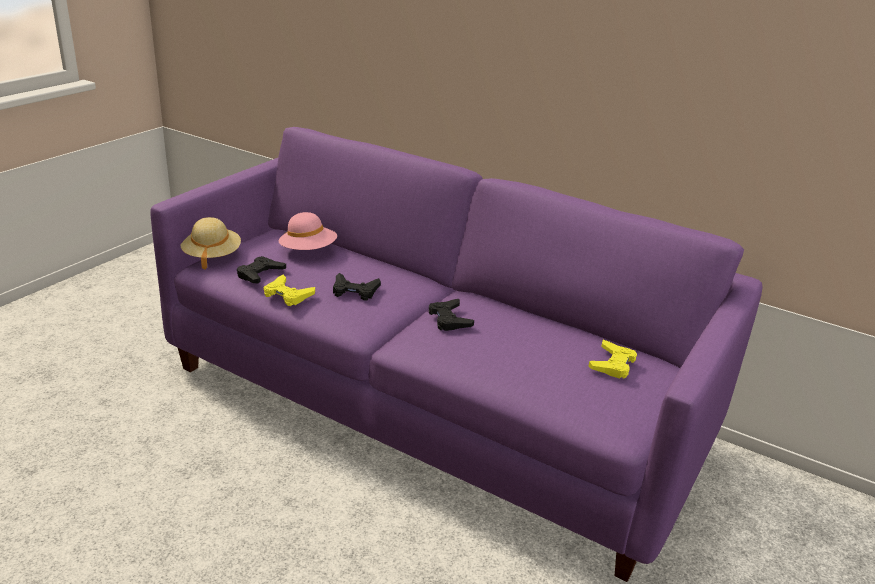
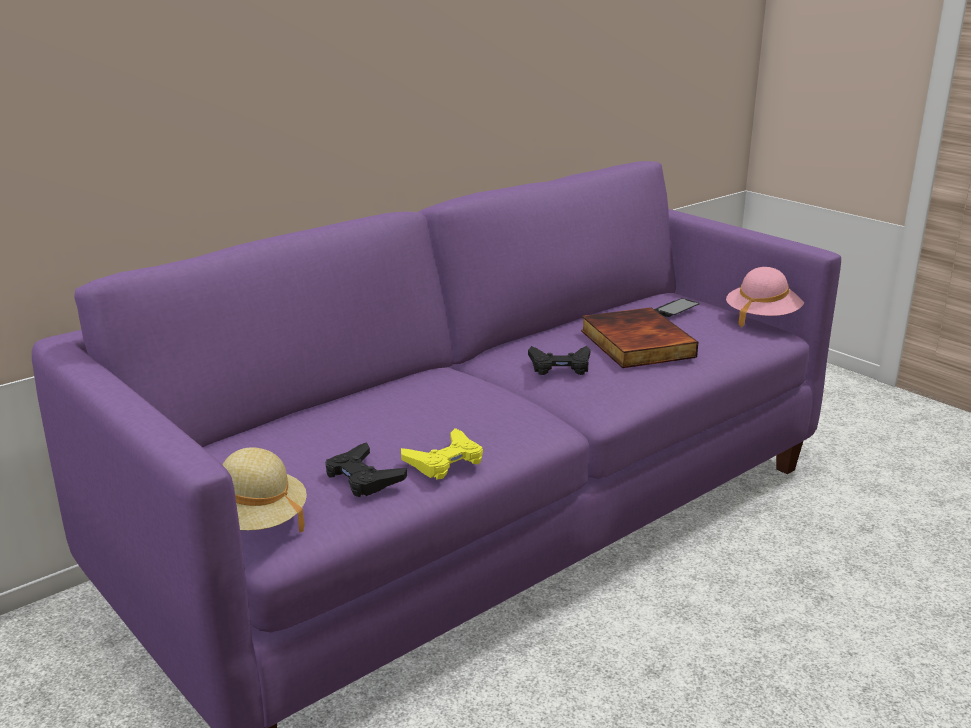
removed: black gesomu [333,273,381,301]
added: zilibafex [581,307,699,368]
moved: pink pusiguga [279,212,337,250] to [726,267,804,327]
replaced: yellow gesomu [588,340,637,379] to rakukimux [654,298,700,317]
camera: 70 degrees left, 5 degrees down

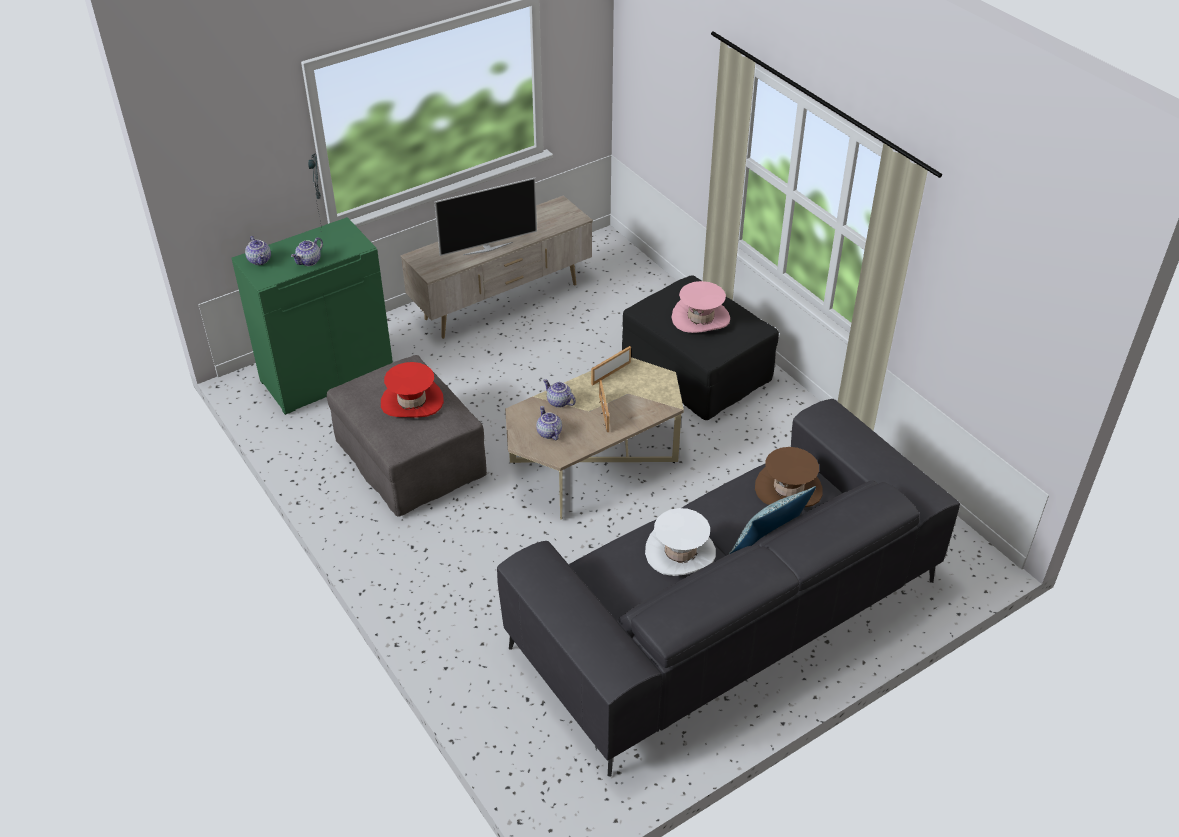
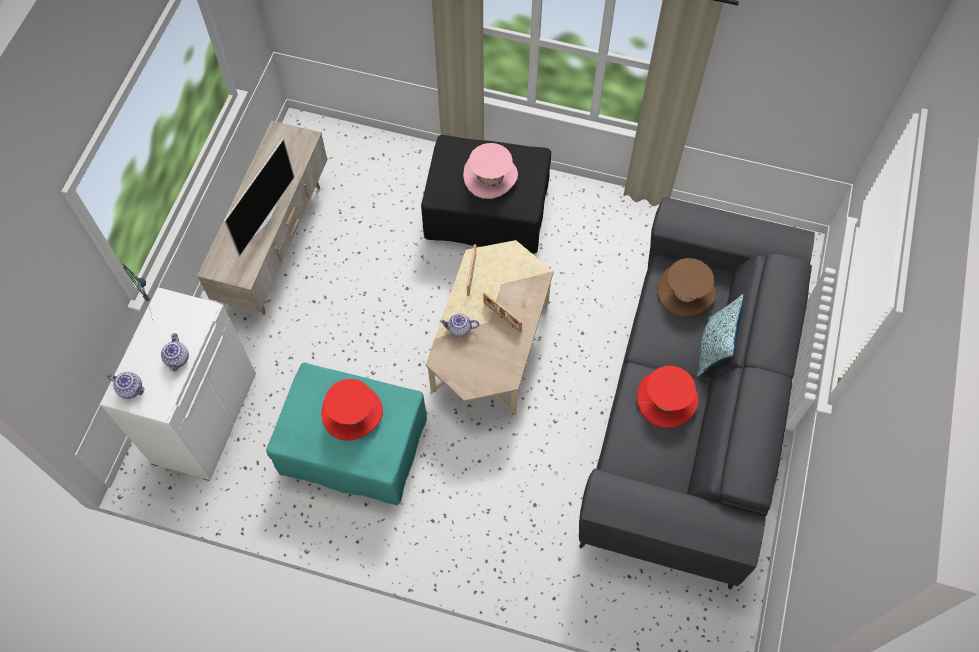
removed: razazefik [536,406,562,440]
recoloured: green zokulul [231,217,393,415] to white zokulul [100,287,256,481]; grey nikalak [327,355,487,517] to turquoise nikalak [266,363,427,505]; white pusiguga [645,508,716,576] to red pusiguga [637,366,699,428]
camera: 40 degrees left, 20 degrees up

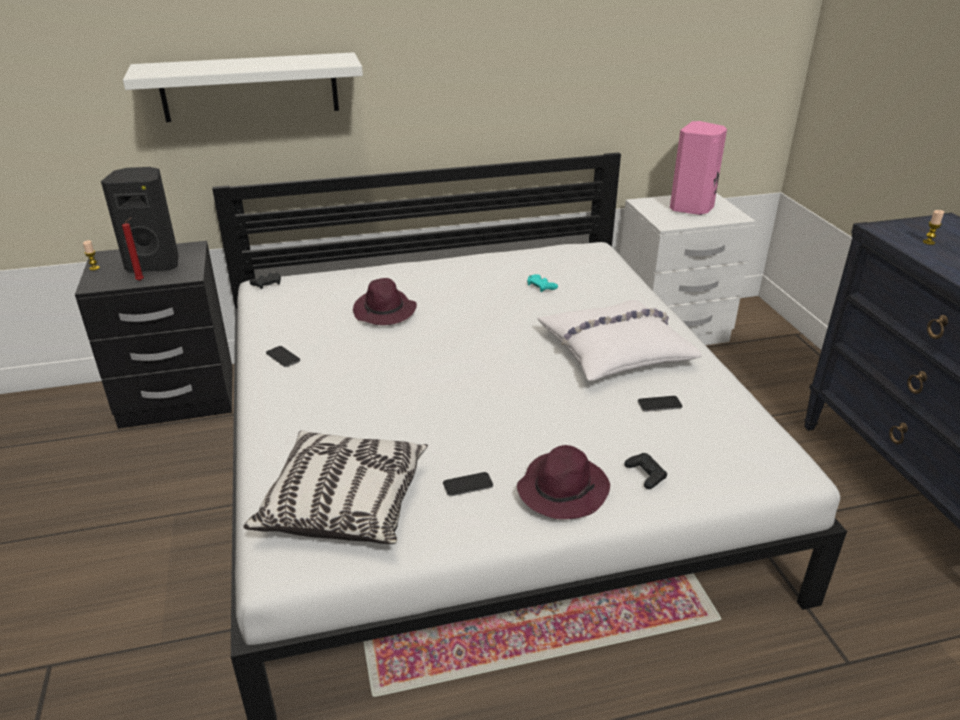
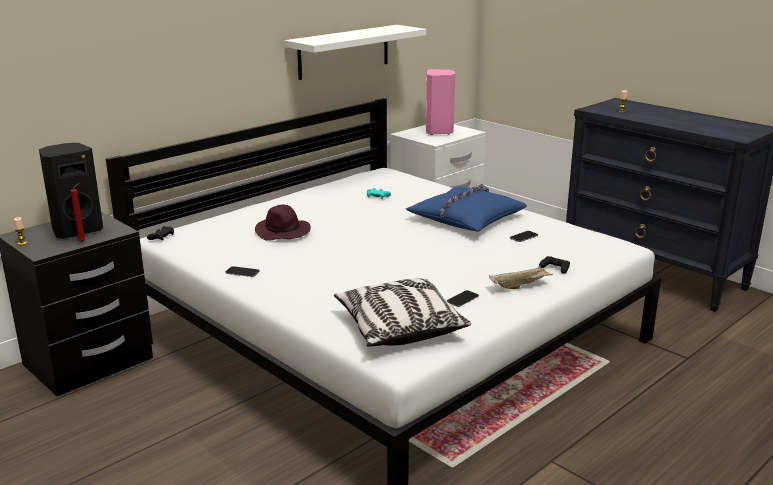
moved: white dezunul [123,52,363,122] to [285,25,426,80]
replaced: purple pusiguga [517,445,610,519] to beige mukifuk [489,266,553,289]
recoloured: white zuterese [538,300,702,381] to blue zuterese [406,184,527,232]
camera: 30 degrees left, 10 degrees down

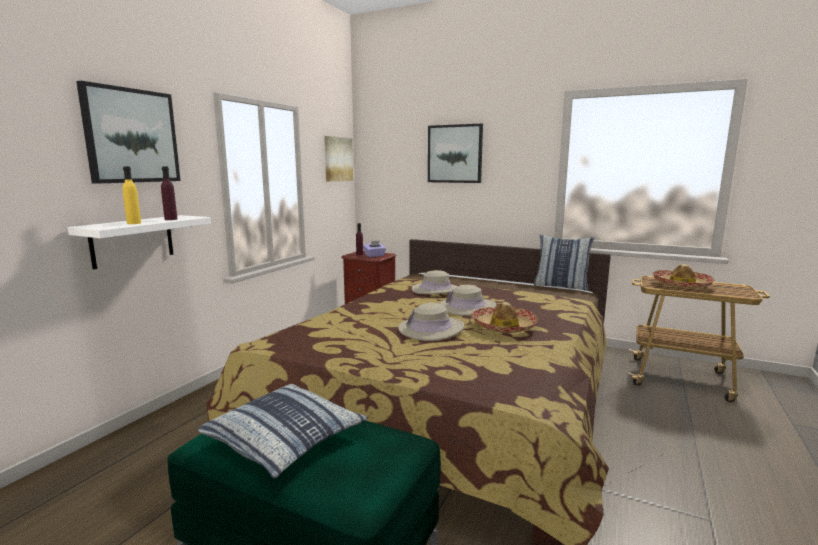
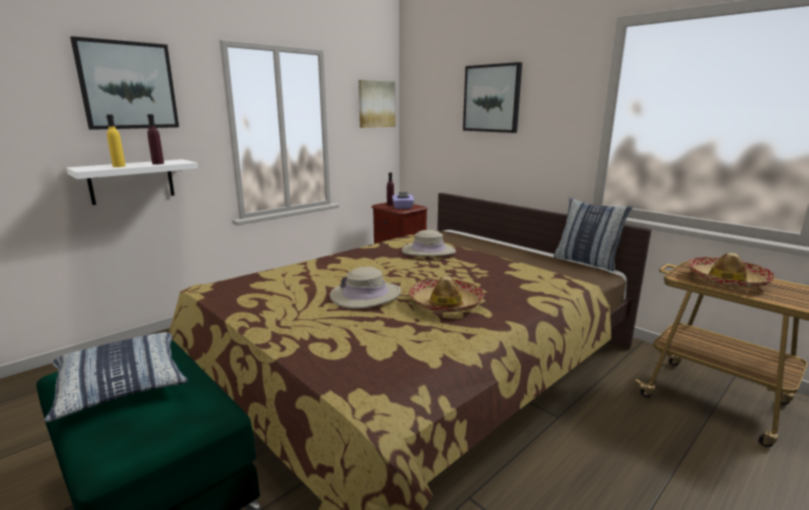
removed: beige pusiguga [439,285,496,316]
camera: 20 degrees right, 5 degrees up

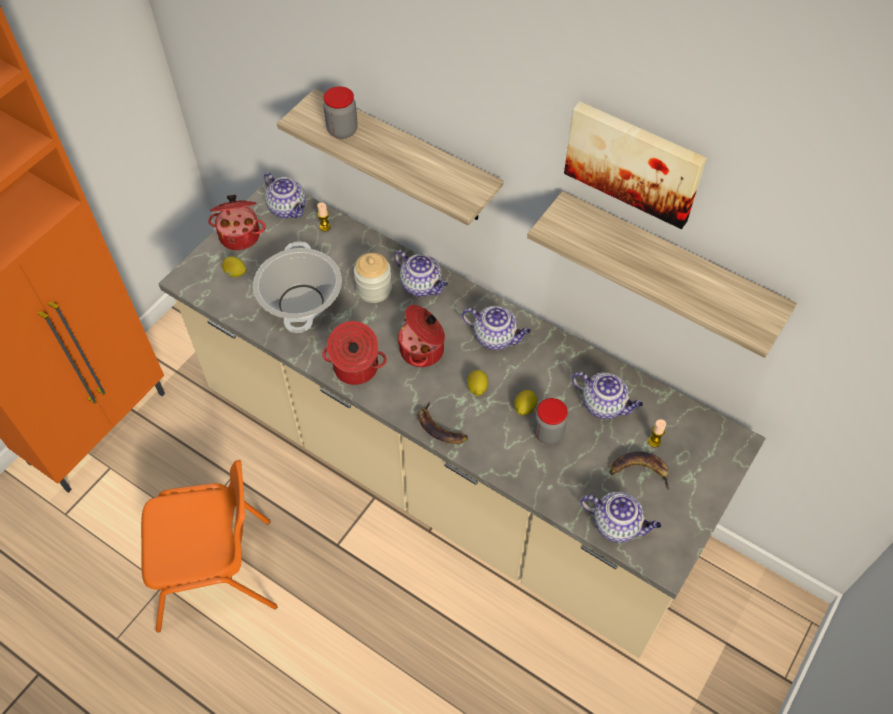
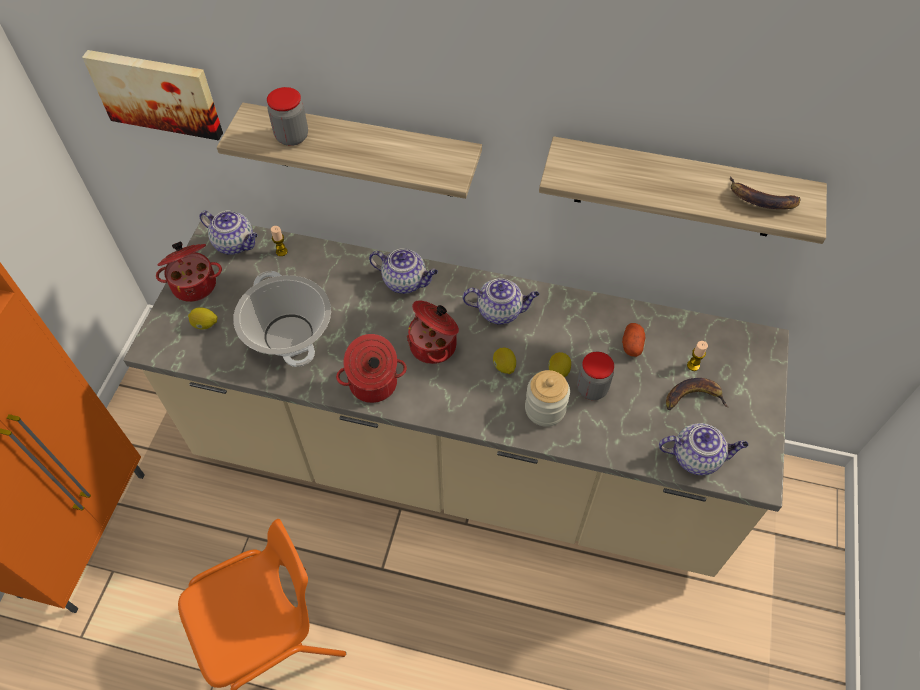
moved: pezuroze [354,253,392,303] to [525,370,570,427]; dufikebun [418,401,468,444] to [730,176,801,209]; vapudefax [564,101,707,229] to [82,50,223,140]
replaced: razazefik [572,372,643,419] to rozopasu [622,323,645,357]
camera: 20 degrees left, 0 degrees up

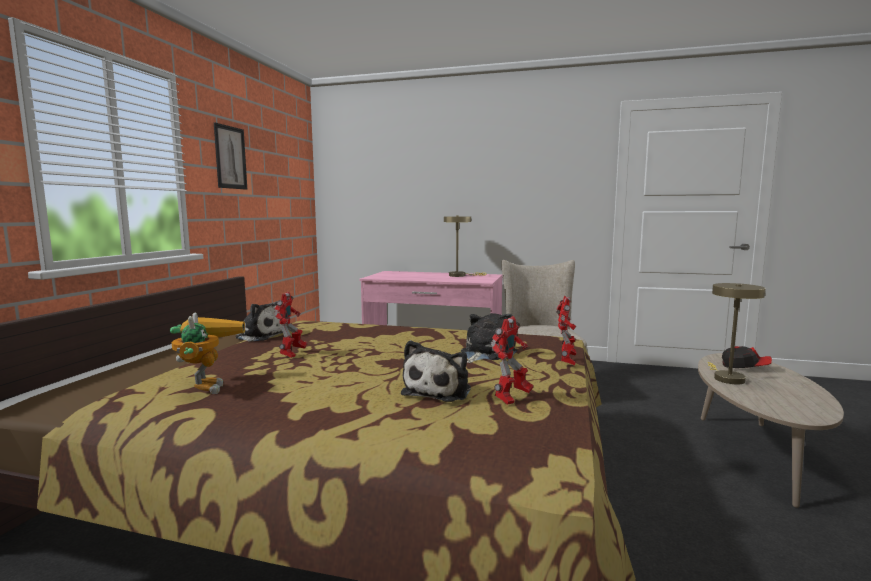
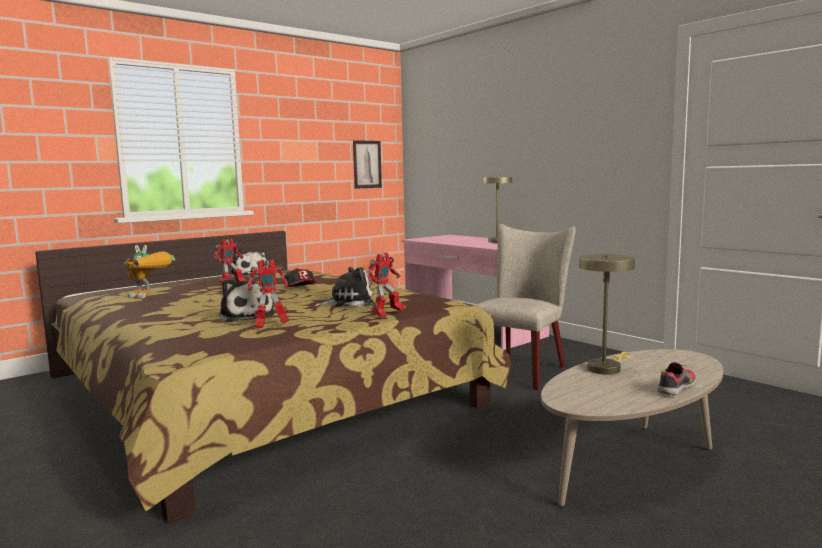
added: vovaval [657,362,696,396]
moved: vapudefax [214,122,247,190] to [353,140,382,189]; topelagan [722,346,772,368] to [283,268,317,287]
turned: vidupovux [170,312,245,394] = [124,245,175,298] 90 degrees clockwise; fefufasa [401,340,471,402] = [219,279,275,322] 90 degrees counterclockwise
camera: 35 degrees right, 0 degrees up

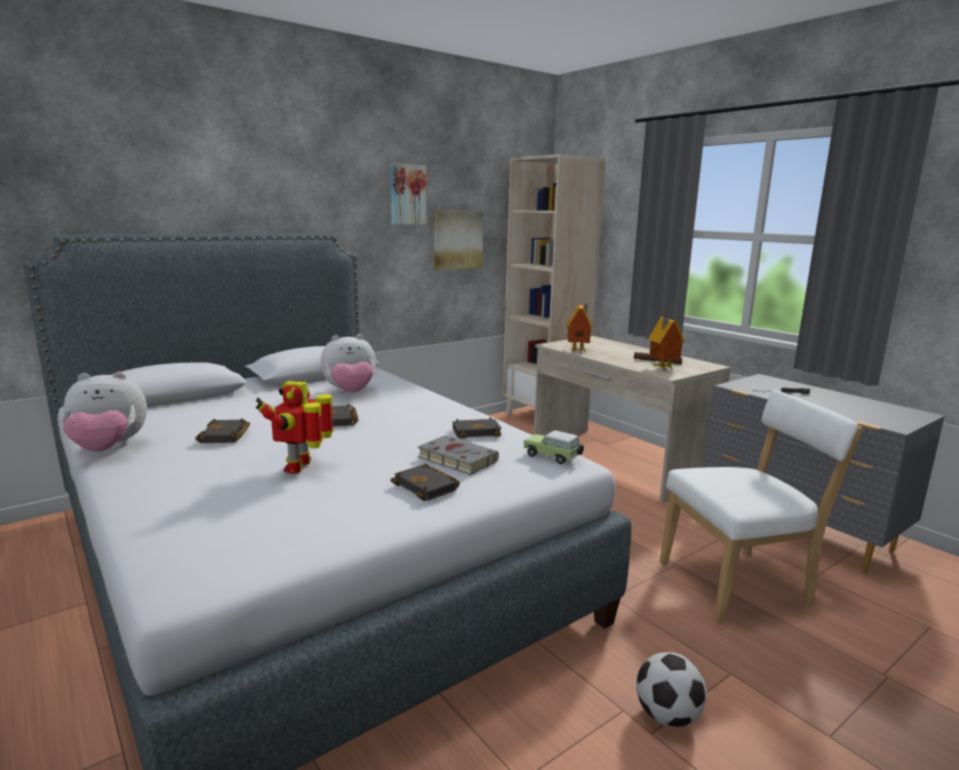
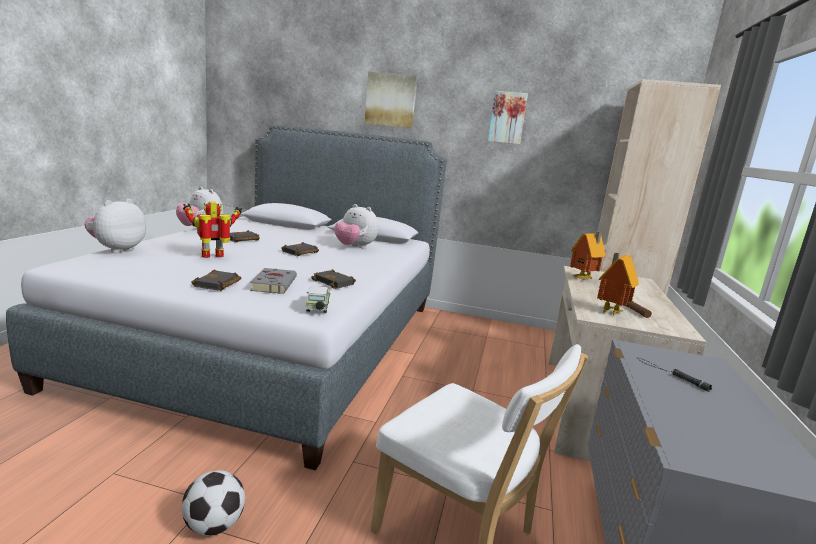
added: fefufasa [84,199,146,253]
moved: vapudefax [434,210,484,270] to [365,71,417,128]
camera: 50 degrees right, 0 degrees up

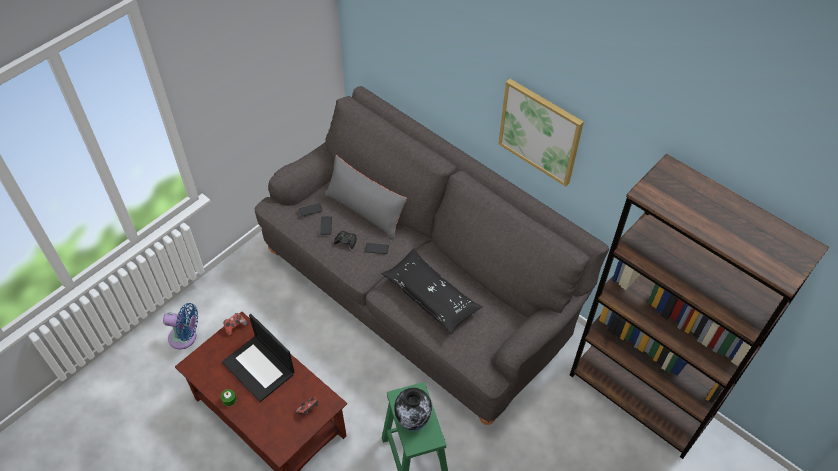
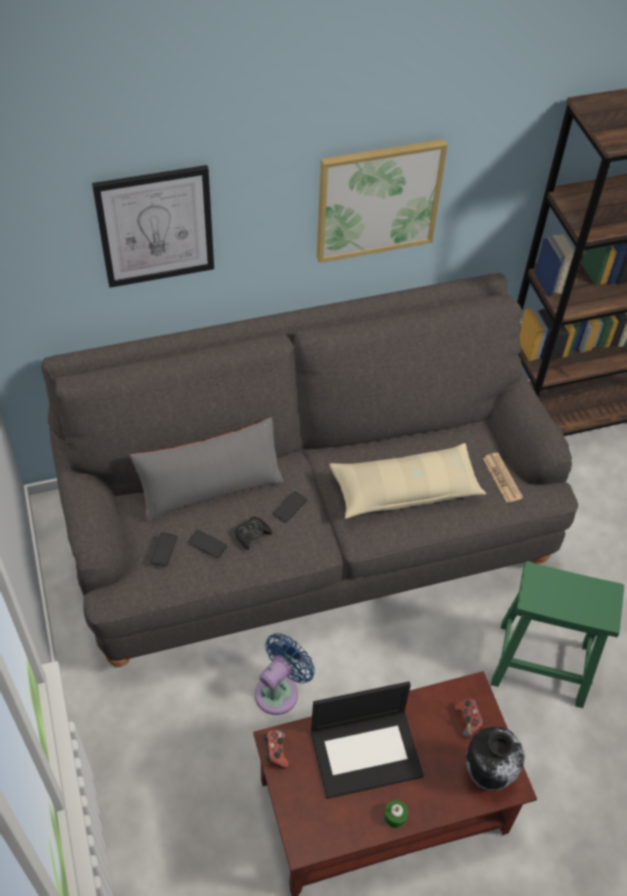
added: vapudefax [92,165,214,288]; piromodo [482,453,523,503]
moved: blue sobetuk [163,303,198,349] to [255,633,315,715]; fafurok [395,388,432,431] to [466,726,525,791]
recoloured: black zuterese [381,249,482,334] to beige zuterese [329,443,486,519]
camera: 60 degrees left, 0 degrees up

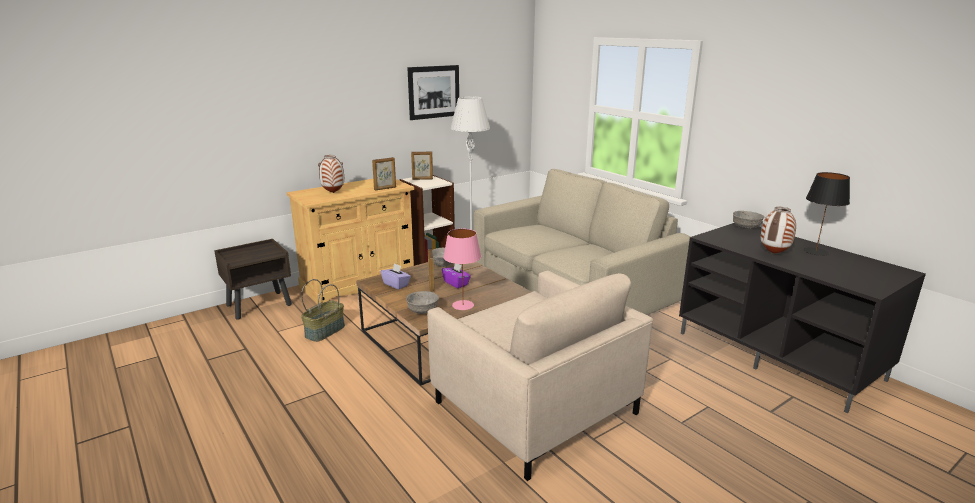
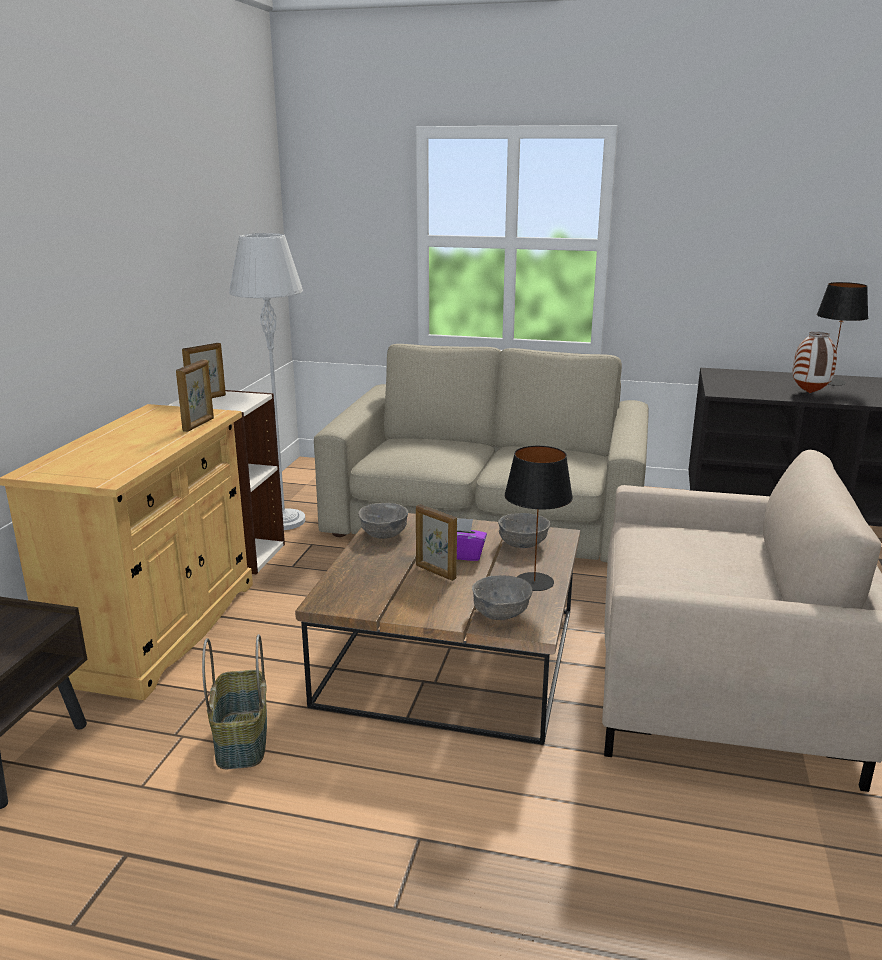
removed: fafurok [318,155,344,193]; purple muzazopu [381,263,411,289]; vapudefax [407,65,459,120]
moved: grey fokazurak [733,211,764,229] to [498,513,550,548]
recoloured: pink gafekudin [443,228,481,310] to black gafekudin [504,445,573,591]
camera: 40 degrees left, 0 degrees up

